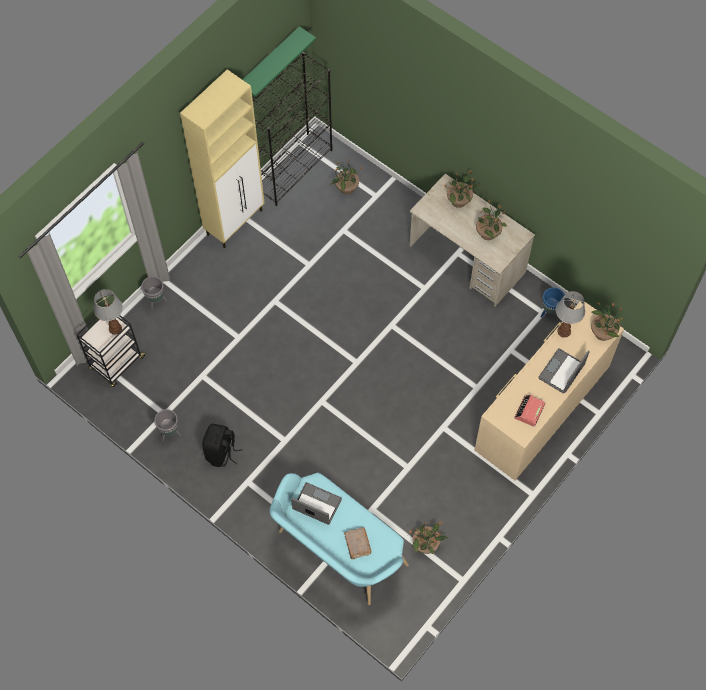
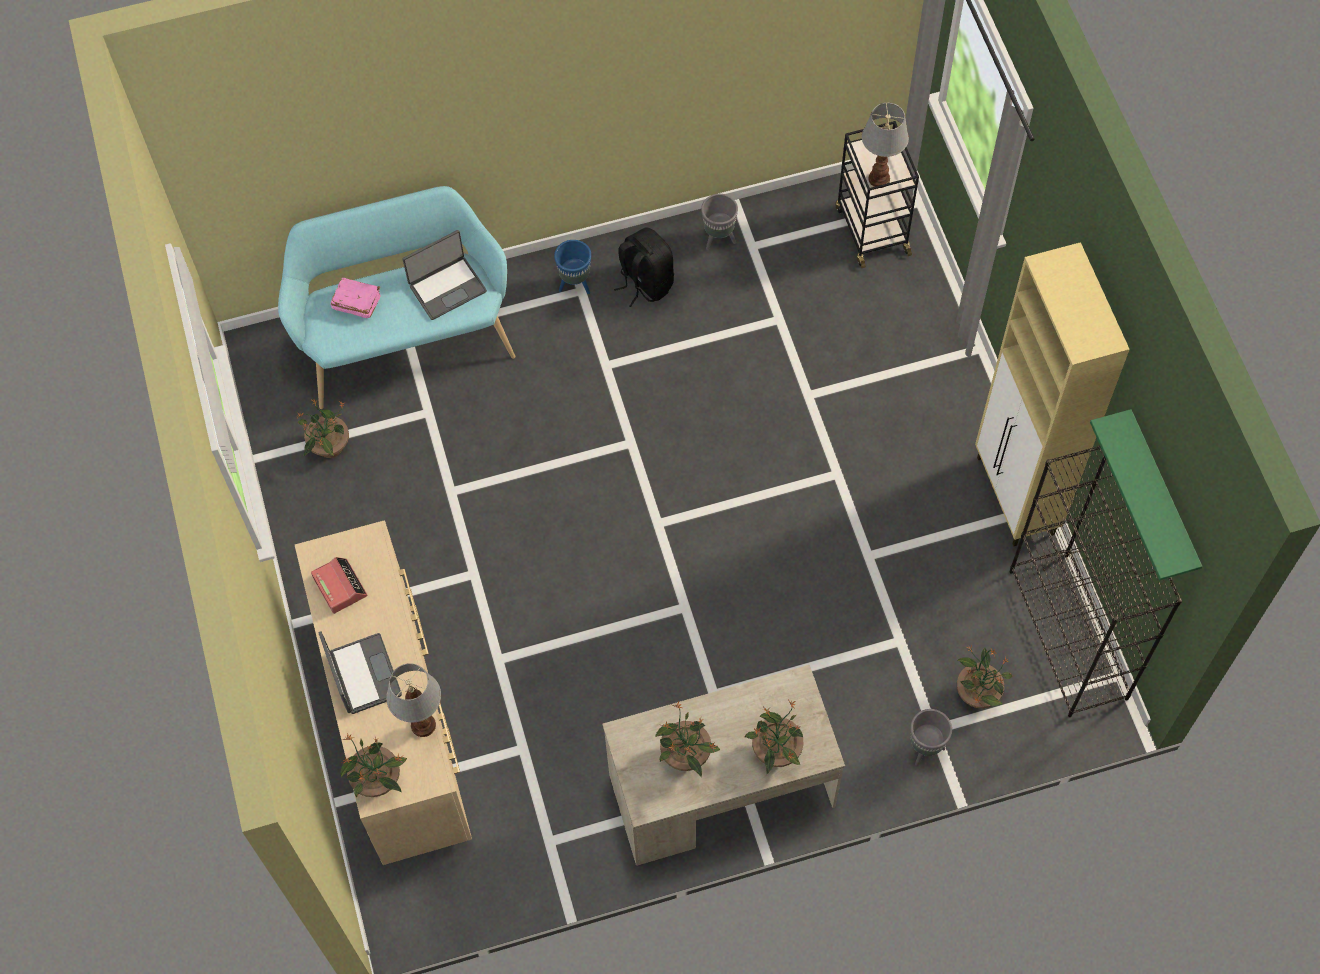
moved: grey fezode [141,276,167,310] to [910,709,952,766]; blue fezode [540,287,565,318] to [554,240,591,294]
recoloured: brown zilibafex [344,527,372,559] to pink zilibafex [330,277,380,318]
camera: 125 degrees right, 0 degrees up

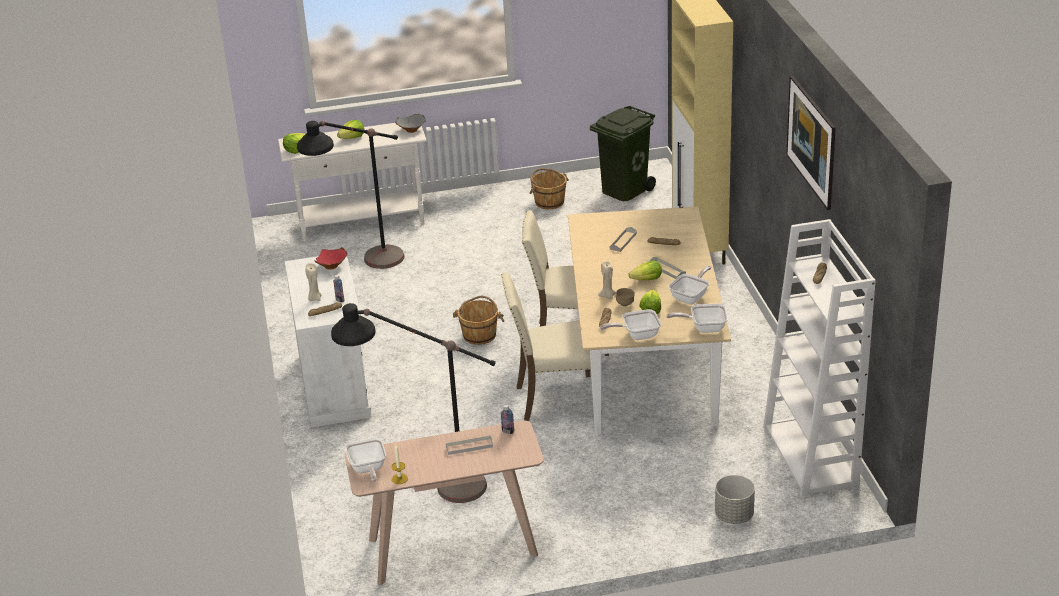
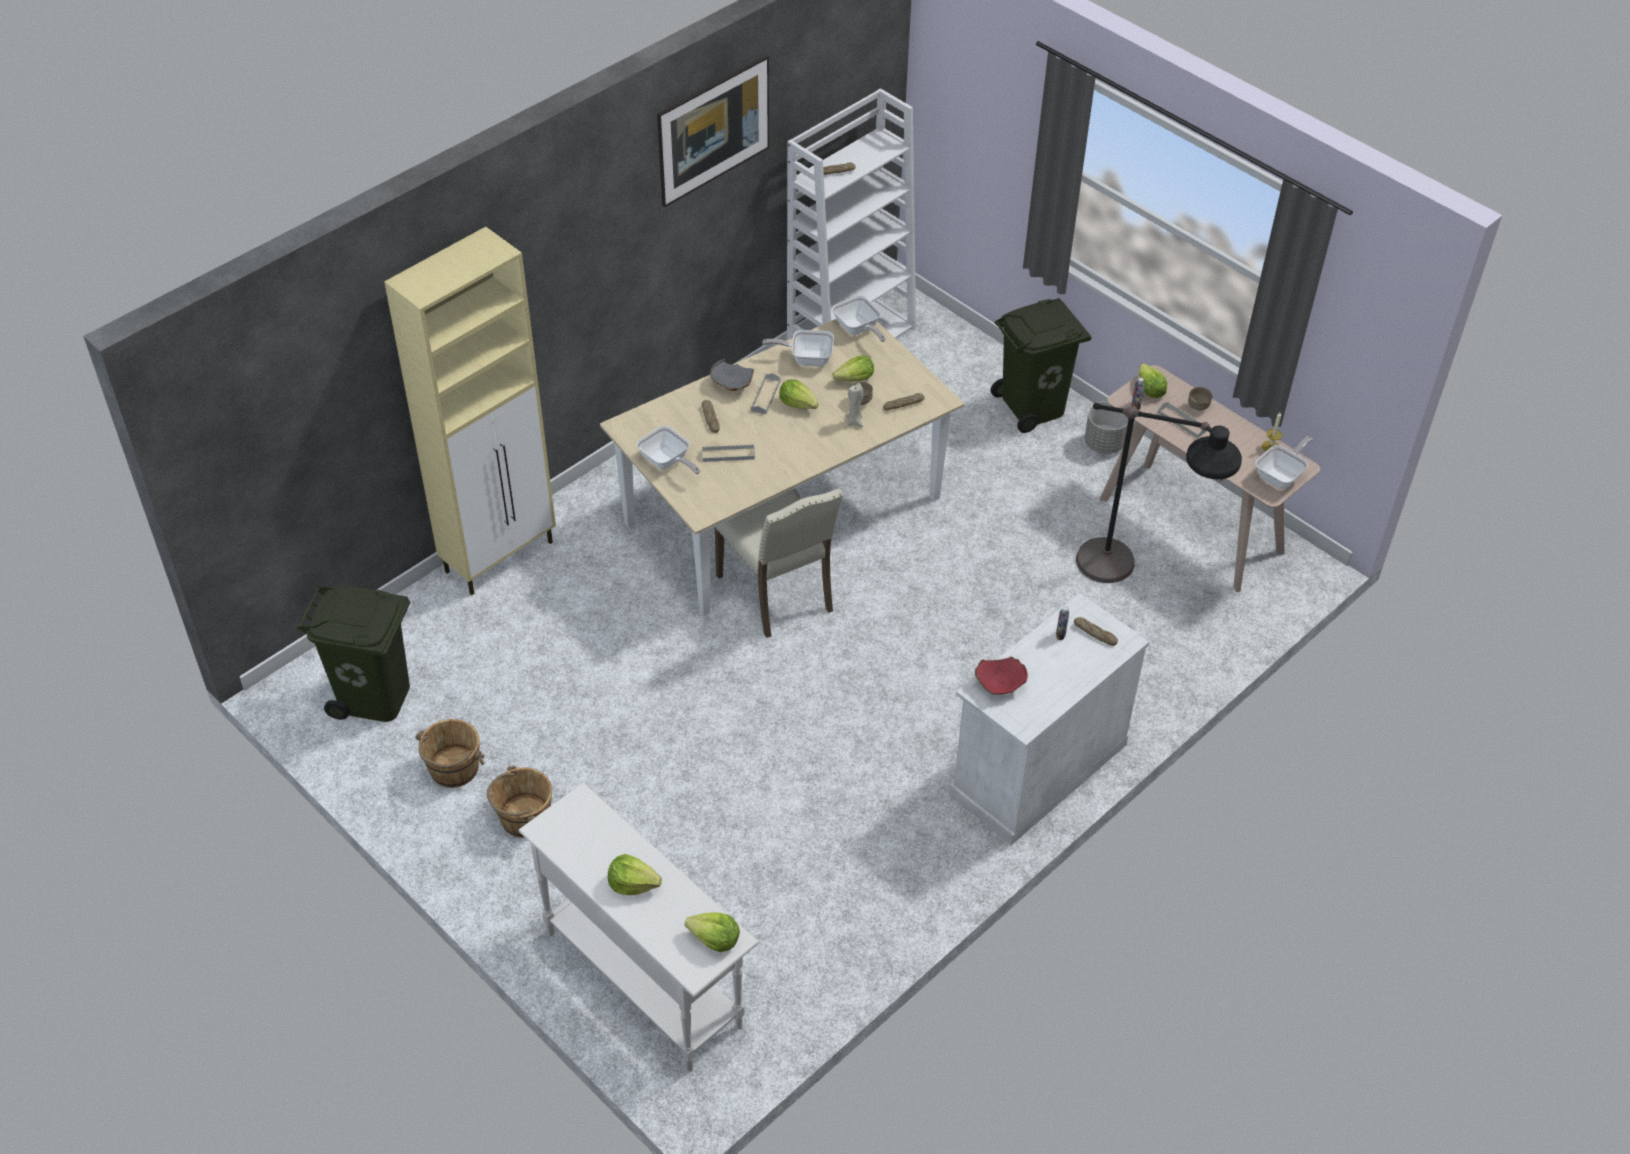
removed: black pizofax [297,121,404,269]; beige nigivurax [306,263,321,301]; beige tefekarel [501,272,602,421]
added: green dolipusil [990,298,1092,433]; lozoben [1139,363,1167,398]; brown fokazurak [1188,387,1212,410]
moved: grey fokazurak [395,114,426,133] to [710,359,754,391]; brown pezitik [452,296,504,345] to [487,765,552,838]; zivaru [600,309,661,340] to [636,426,700,474]; grey fezode [715,475,755,524] to [1085,401,1129,454]
camera: 125 degrees left, 15 degrees up

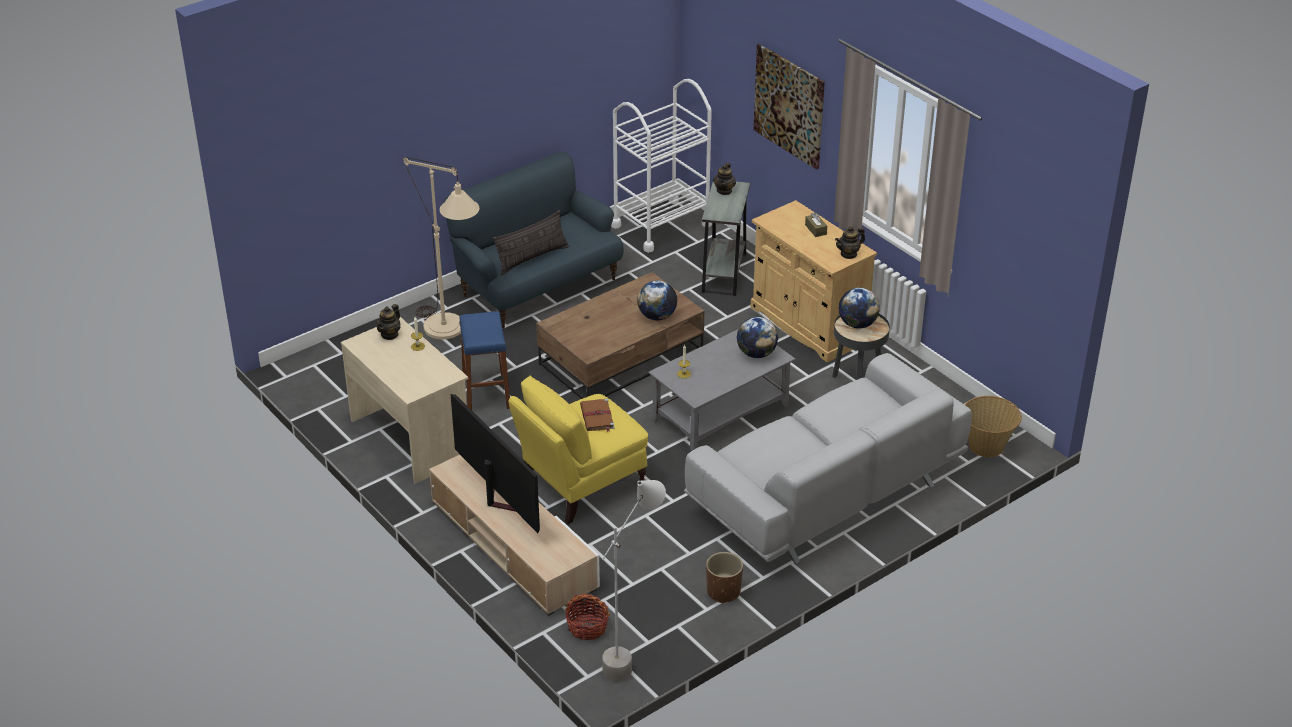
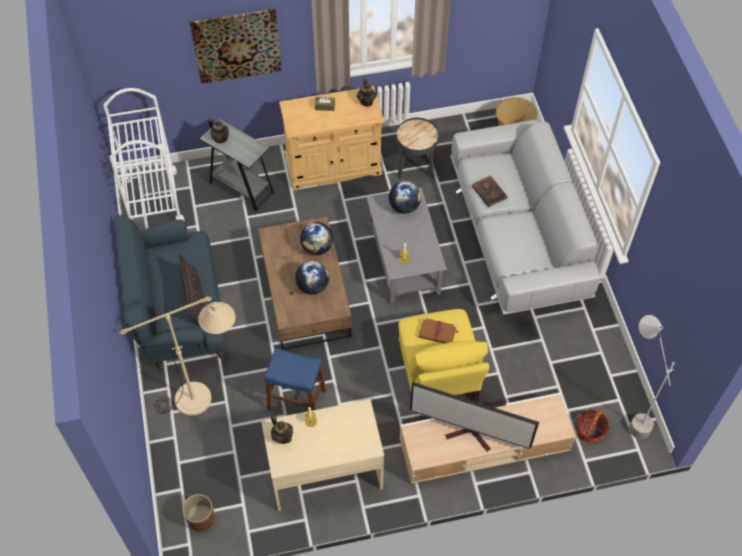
added: brown zilibafex [472,175,508,207]
moved: brown fezode [706,552,743,604] to [182,494,215,531]; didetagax [839,288,880,329] to [295,261,329,295]
turned: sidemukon [451,394,540,533] = [410,382,539,452] 150 degrees counterclockwise
camera: 65 degrees left, 20 degrees up

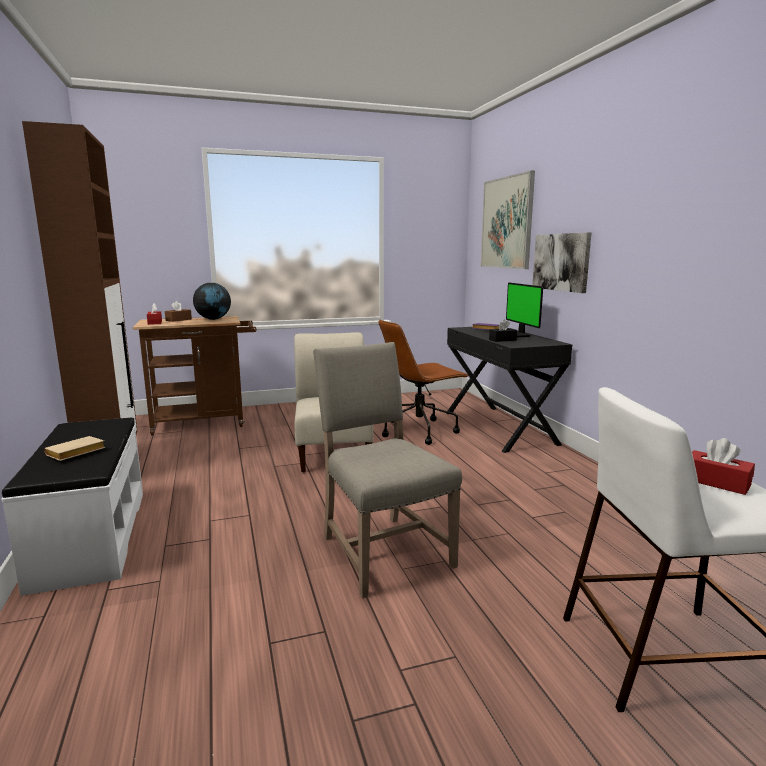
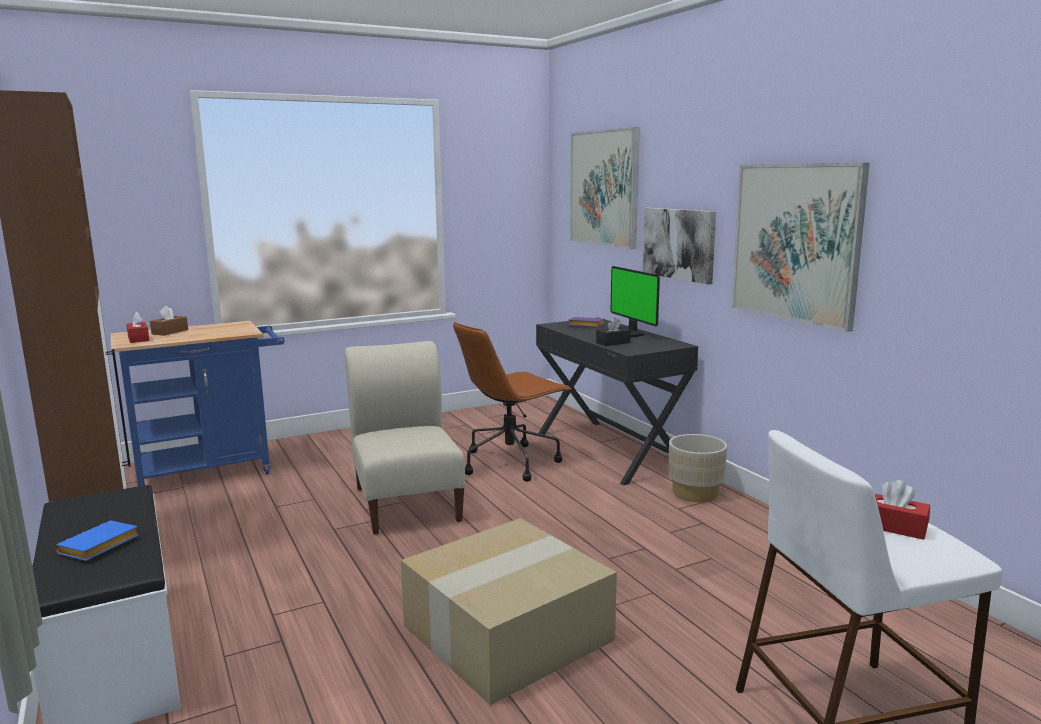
removed: didetagax [193,283,231,320]
added: beige fezode [669,434,727,502]; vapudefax [731,163,870,332]
replaced: beige tefekarel [313,342,462,598] to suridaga [401,518,617,705]
recoloured: beige zilibafex [44,436,105,461] to blue zilibafex [56,520,139,561]; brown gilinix [133,316,257,436] to blue gilinix [111,321,285,486]
camera: 10 degrees left, 0 degrees up

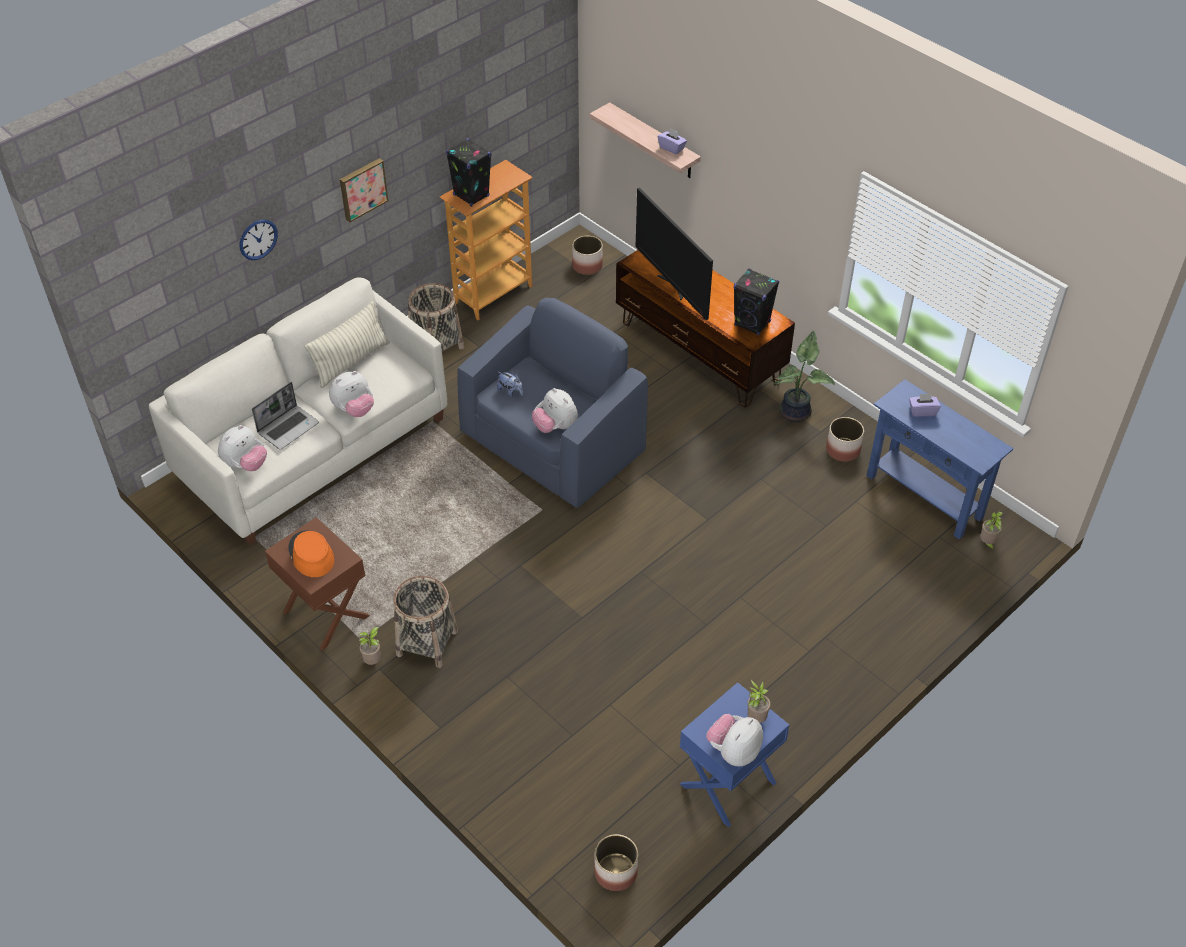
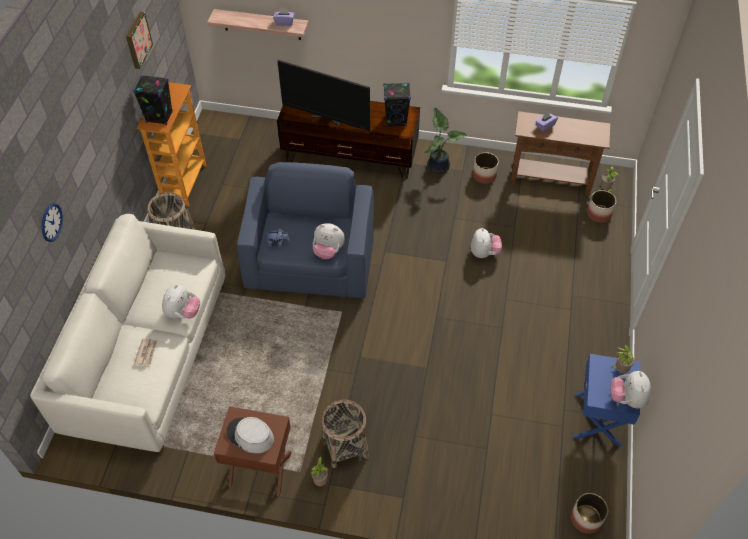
removed: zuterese [304,301,390,388]
moved: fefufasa [218,425,267,471] to [471,228,502,258]; vapudefax [340,158,389,222] to [126,12,153,69]; fezode [572,236,603,275] to [587,190,616,223]
replaced: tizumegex [252,382,319,450] to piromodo [134,338,157,366]
recoloured: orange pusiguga [288,530,334,577] to grey pusiguga [226,417,274,453]; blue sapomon [867,379,1013,539] to brown sapomon [510,111,610,196]
camera: 35 degrees left, 5 degrees up

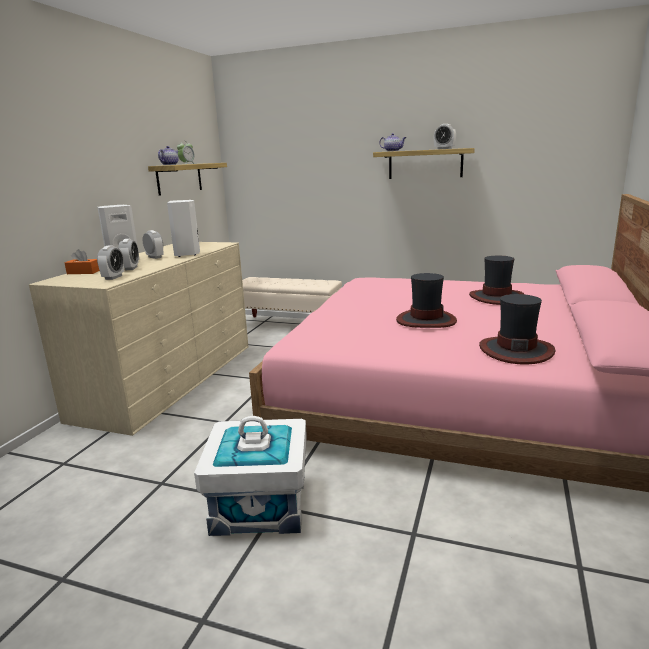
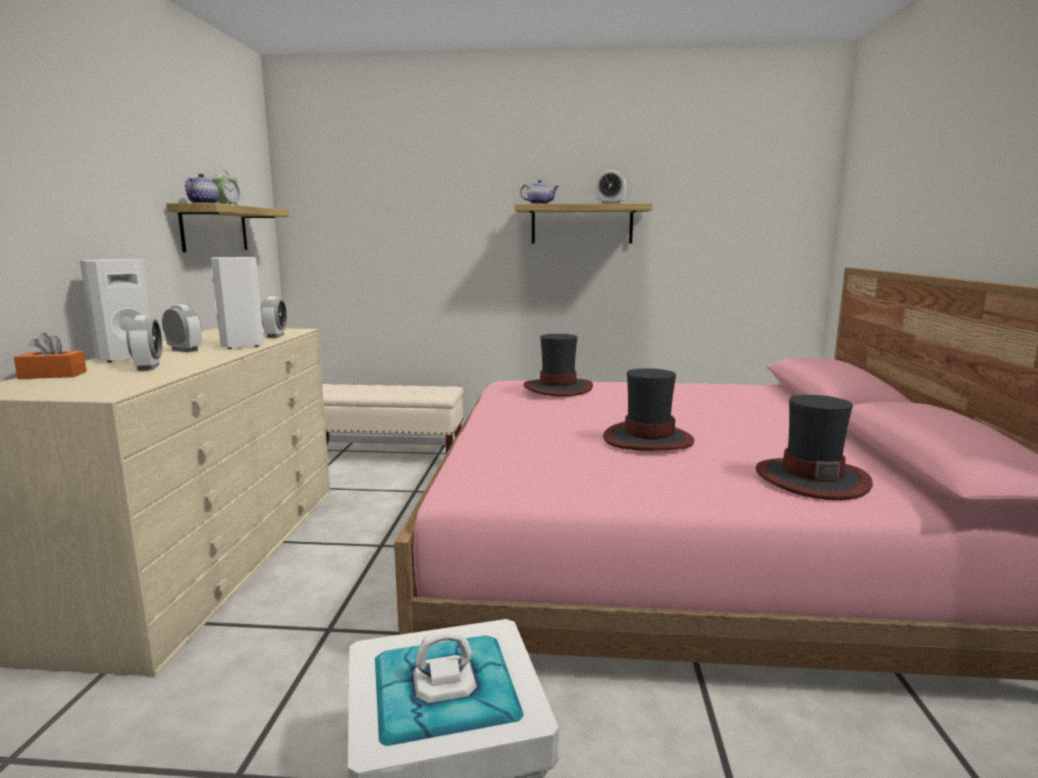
moved: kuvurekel [97,245,124,280] to [261,296,287,338]; pusiguga [469,256,524,305] to [524,334,593,397]
camera: 15 degrees left, 5 degrees down

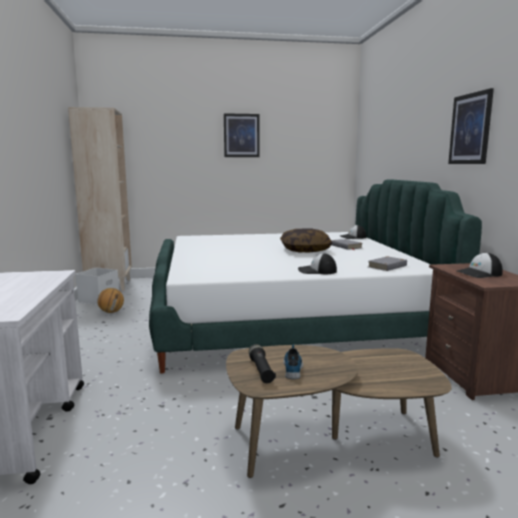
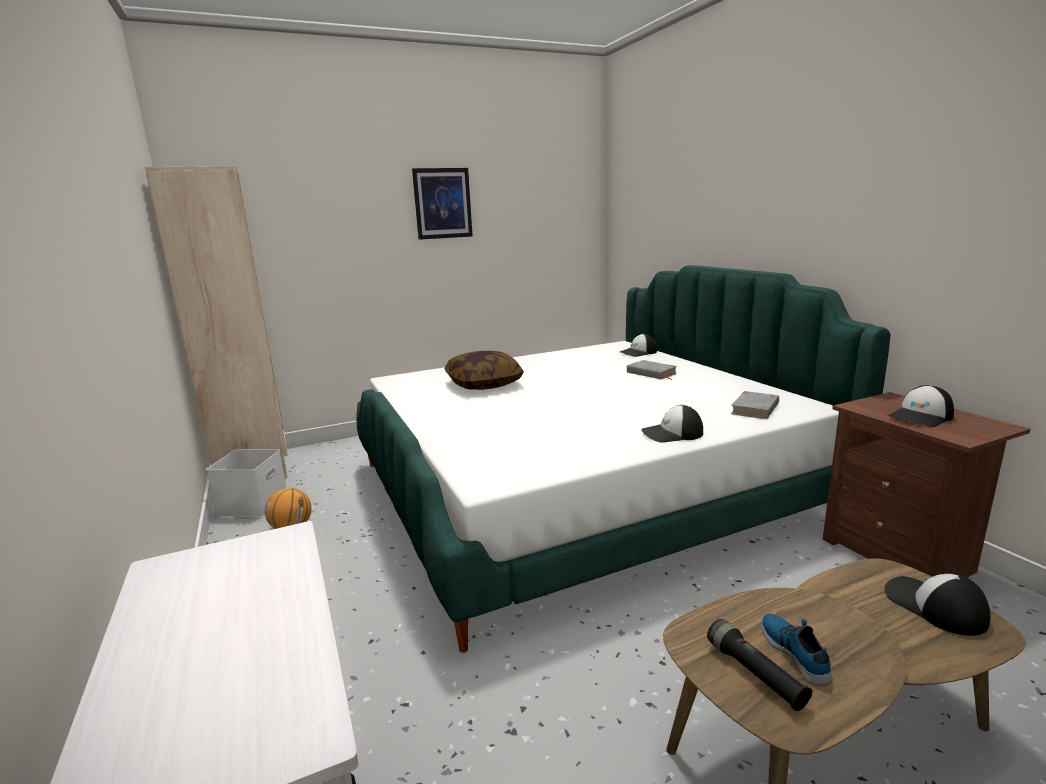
removed: vapudefax [448,88,494,164]
added: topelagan [884,574,991,636]
moved: zuterese [280,228,332,252] to [445,351,524,390]
camera: 15 degrees left, 5 degrees up

